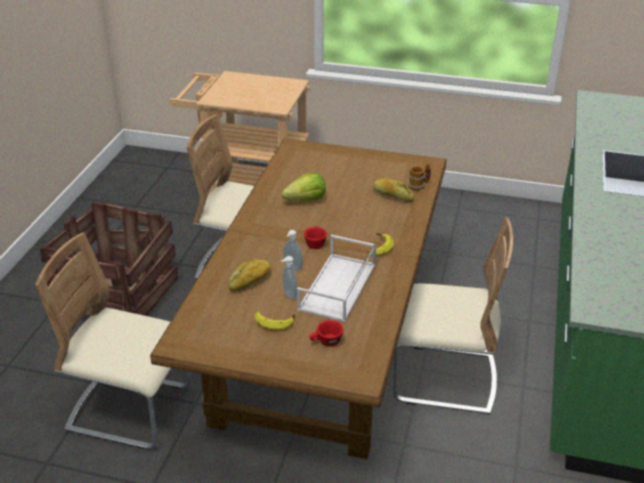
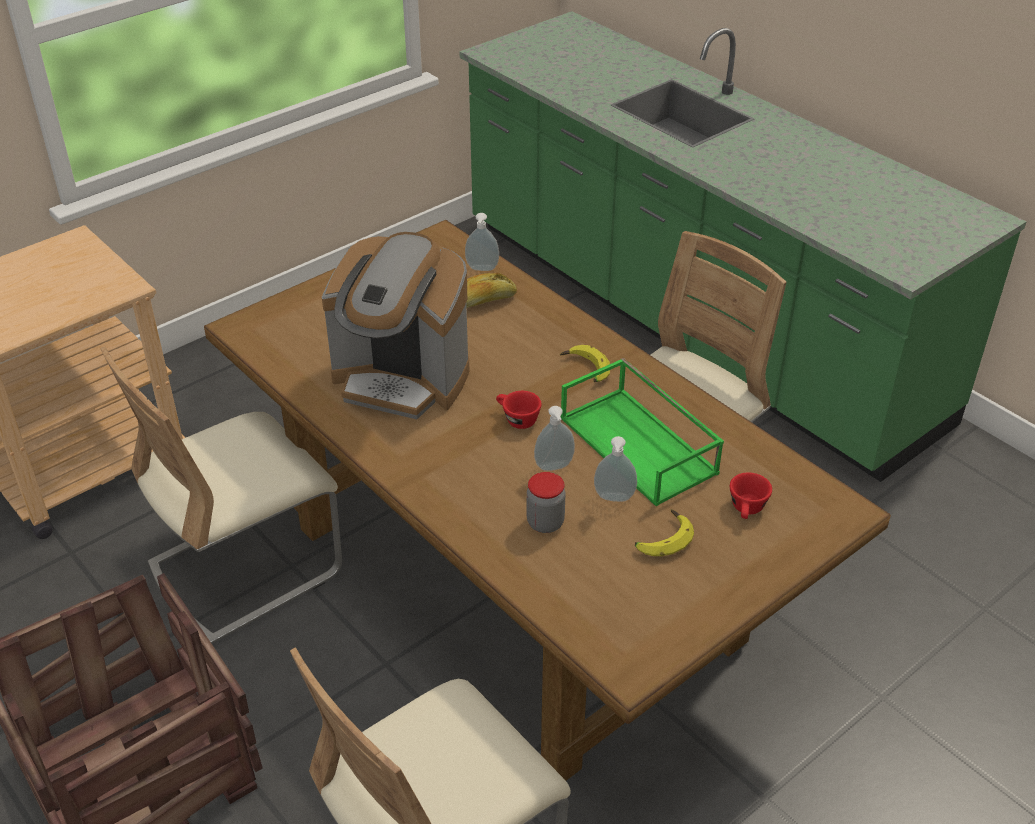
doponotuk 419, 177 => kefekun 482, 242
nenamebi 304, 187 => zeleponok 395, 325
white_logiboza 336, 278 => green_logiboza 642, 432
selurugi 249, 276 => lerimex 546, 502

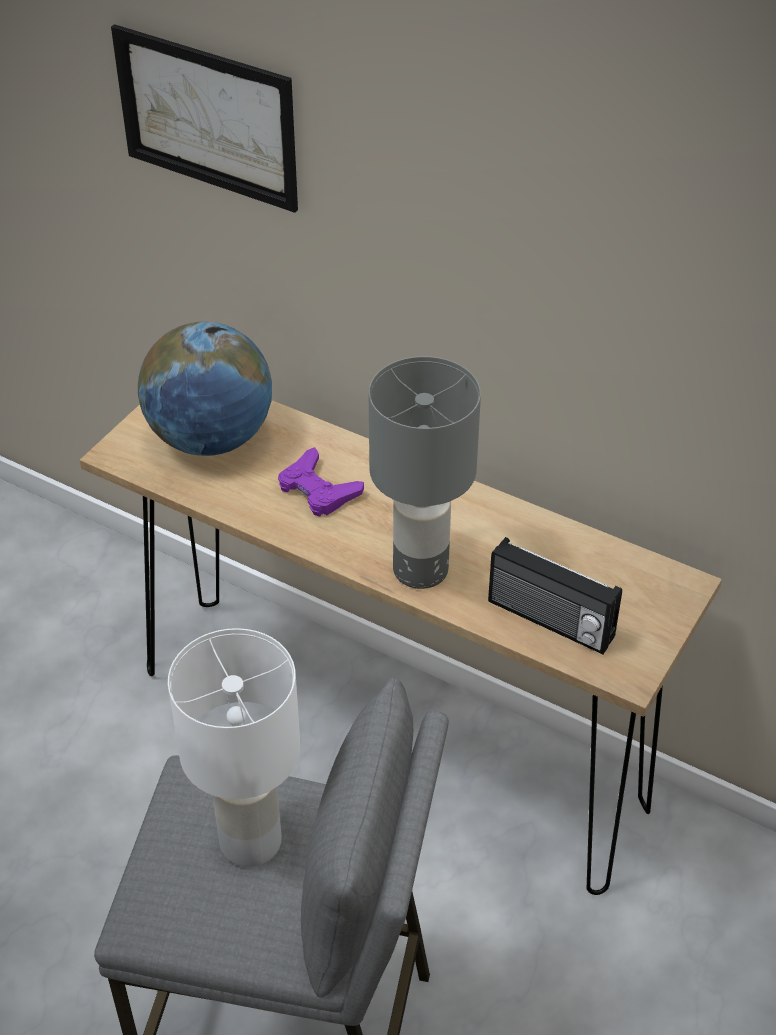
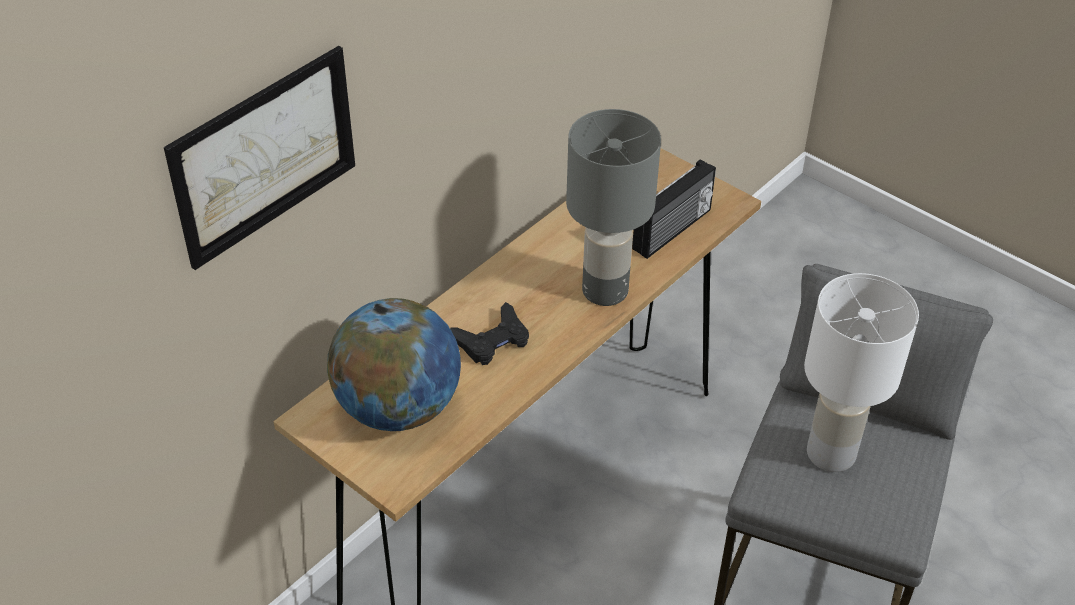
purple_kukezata 321, 482 => black_kukezata 489, 333

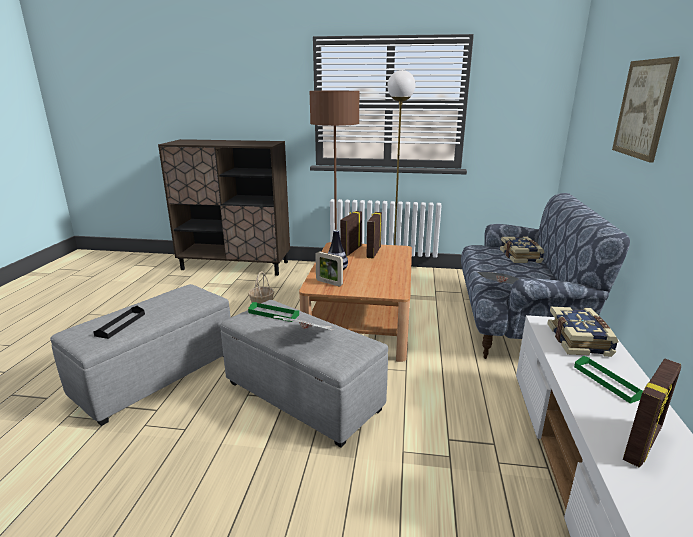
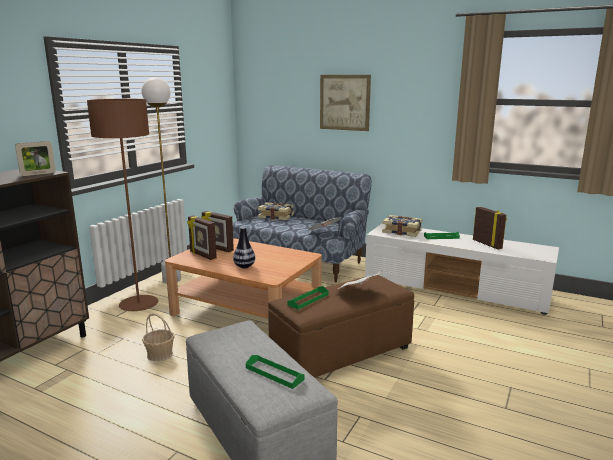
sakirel 329, 268 => sakirel 35, 158, move
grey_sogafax 304, 373 => brown_sogafax 341, 326
black_logiboza 119, 322 => green_logiboza 275, 372

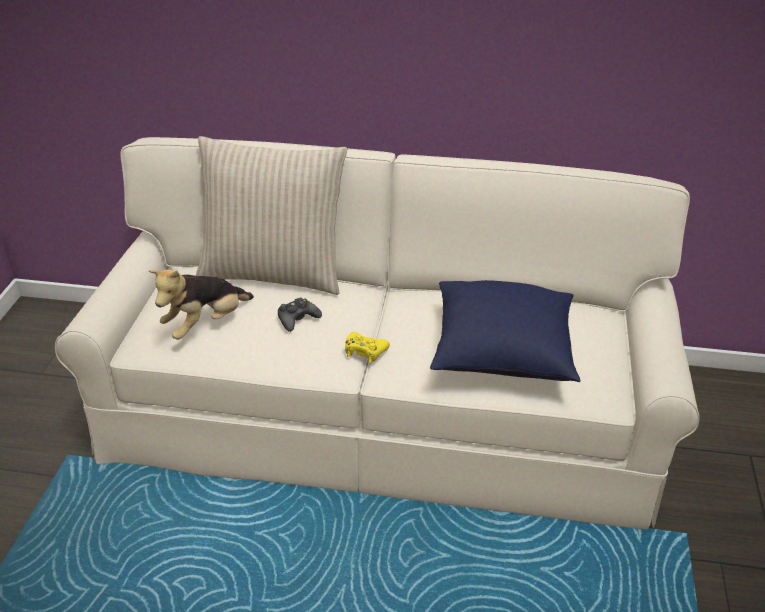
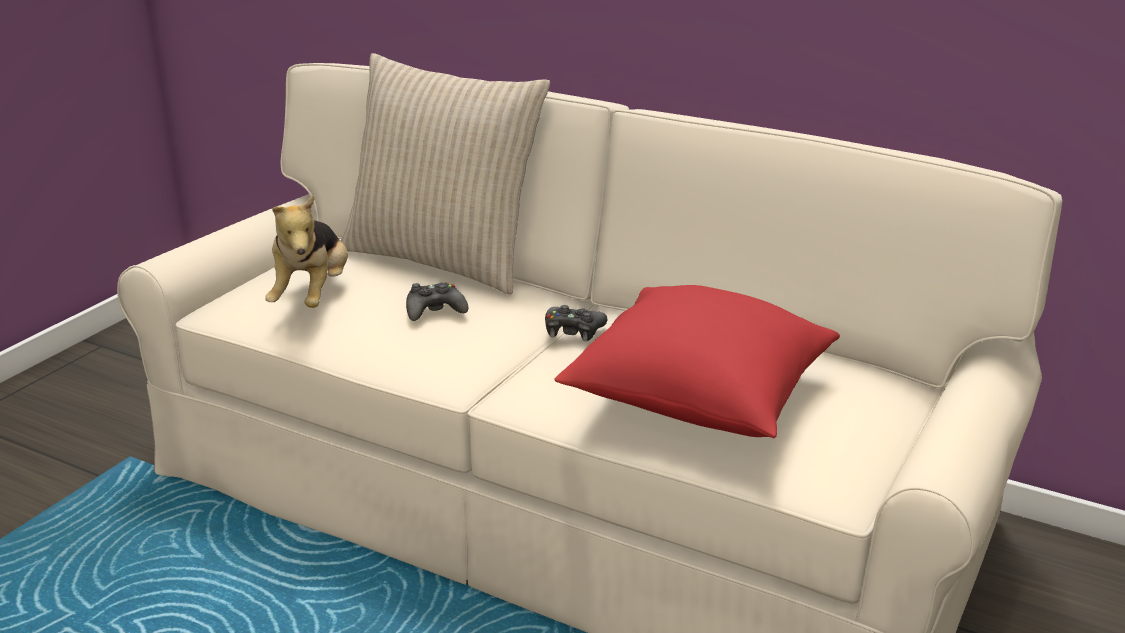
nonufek 201, 305 => nonufek 306, 251, 60 degrees counterclockwise
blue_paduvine 505, 331 => red_paduvine 697, 361
yellow_kukezata 367, 347 => nothing
nothing => black_kukezata 576, 323

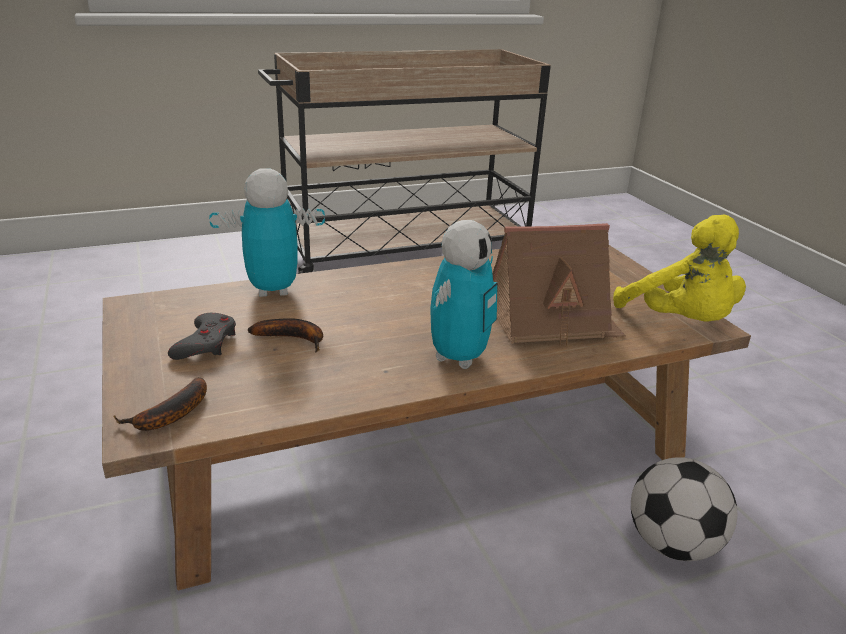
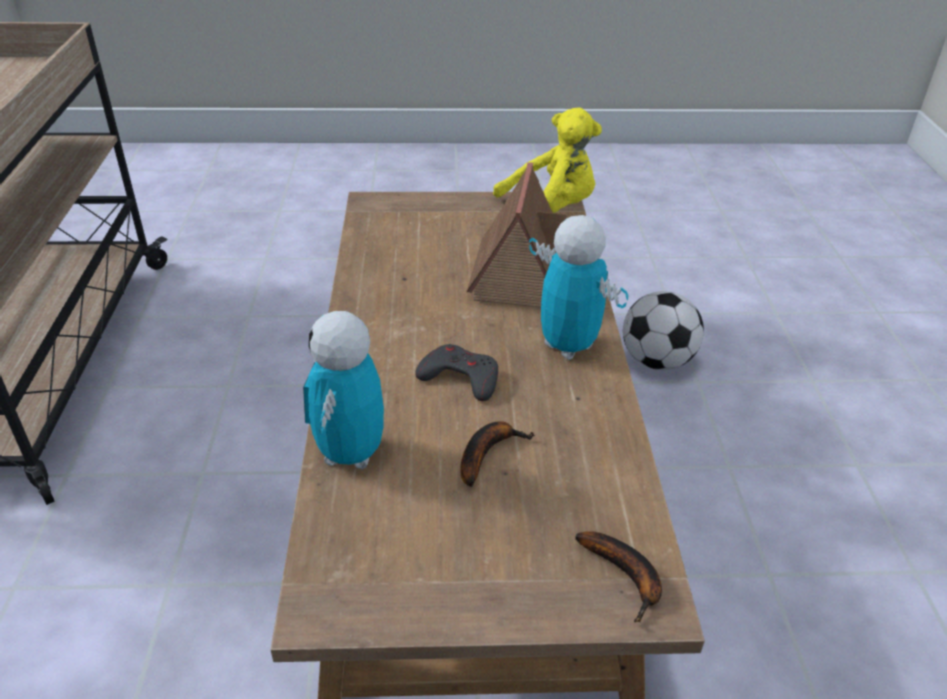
grey_kukezata 202, 336 => grey_kukezata 457, 372, move

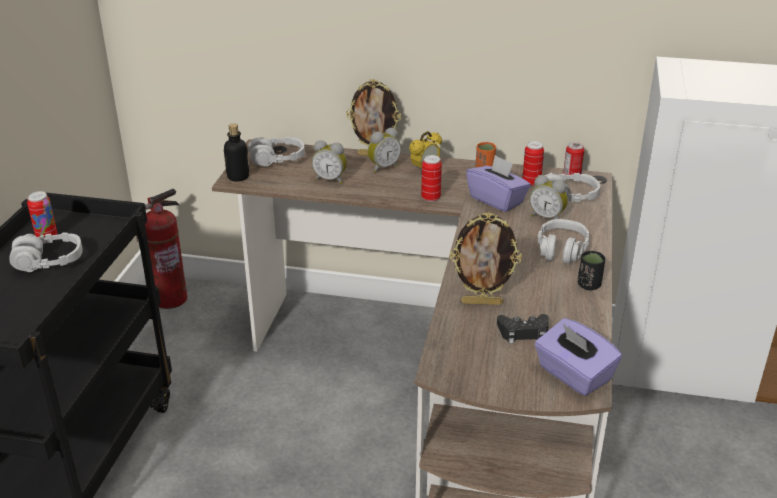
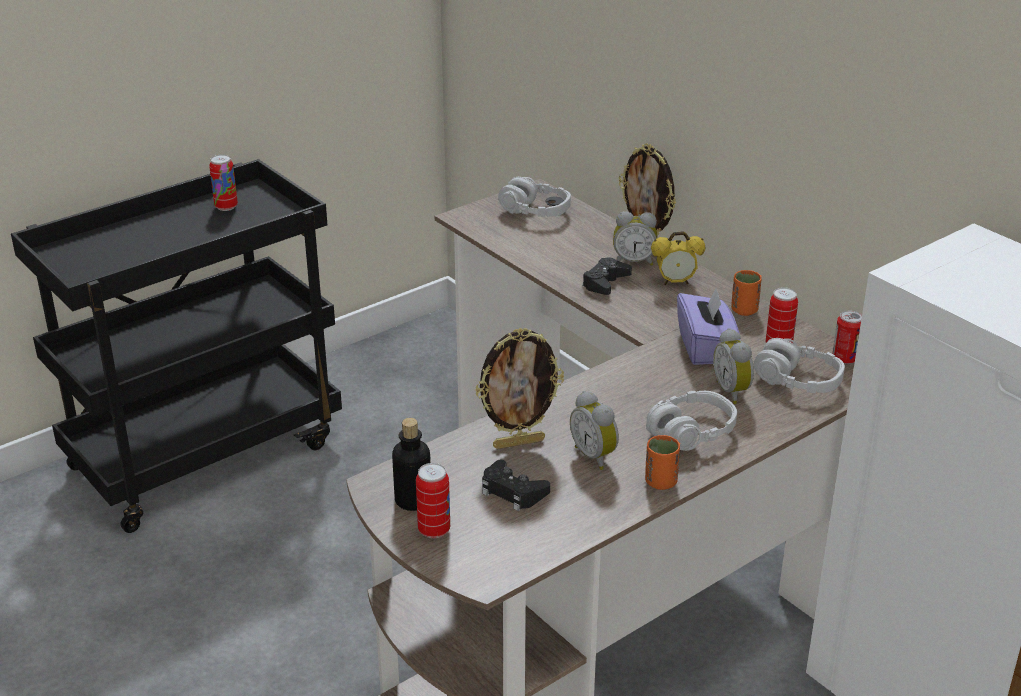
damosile 236, 152 => damosile 411, 464, move
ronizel 329, 162 => ronizel 594, 430, move
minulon 431, 178 => minulon 433, 500, move
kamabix 161, 249 => nothing
sakirel 486, 258 => sakirel 519, 388, 60 degrees counterclockwise
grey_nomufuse 46, 252 => nothing
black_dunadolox 591, 270 => orange_dunadolox 662, 462
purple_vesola 578, 357 => nothing
nothing => black_kukezata 607, 276

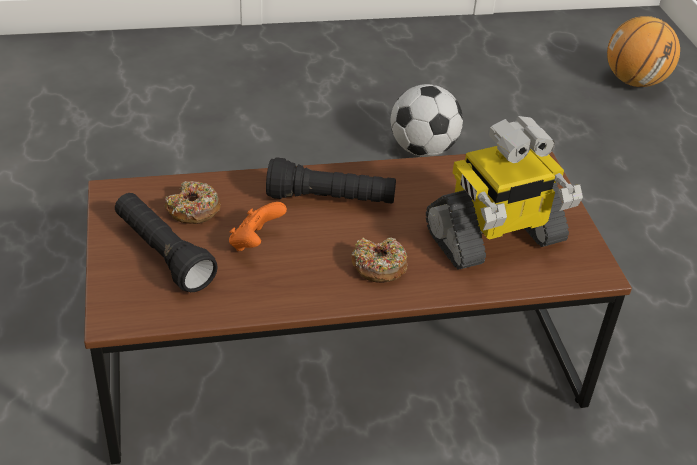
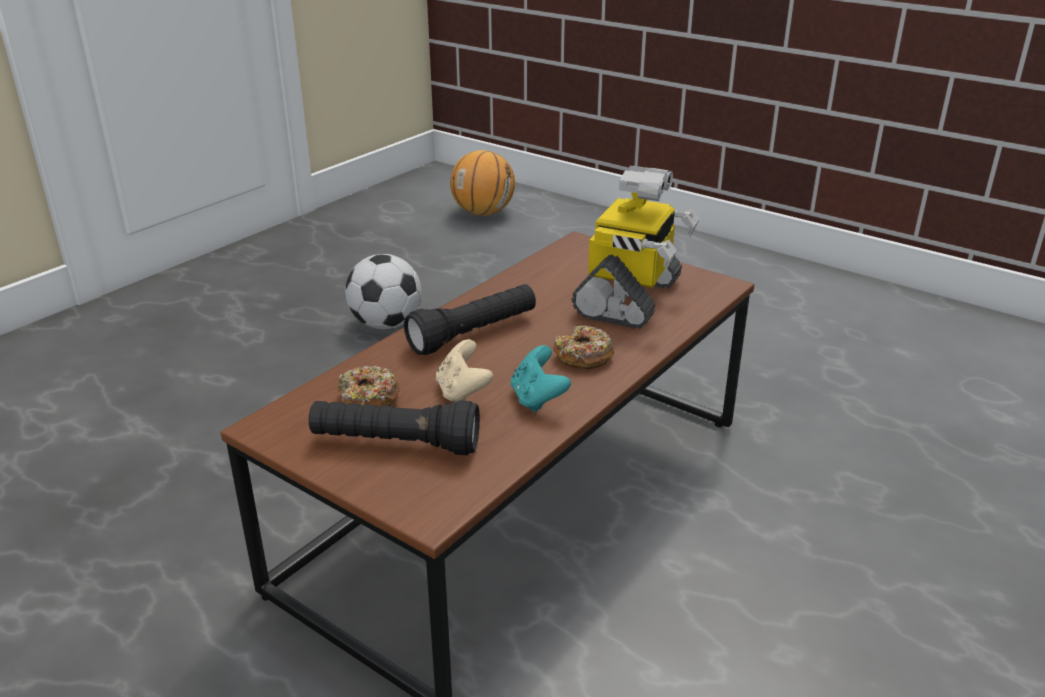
orange_kukezata 258, 226 => beige_kukezata 464, 370
nothing => turquoise_kukezata 541, 379

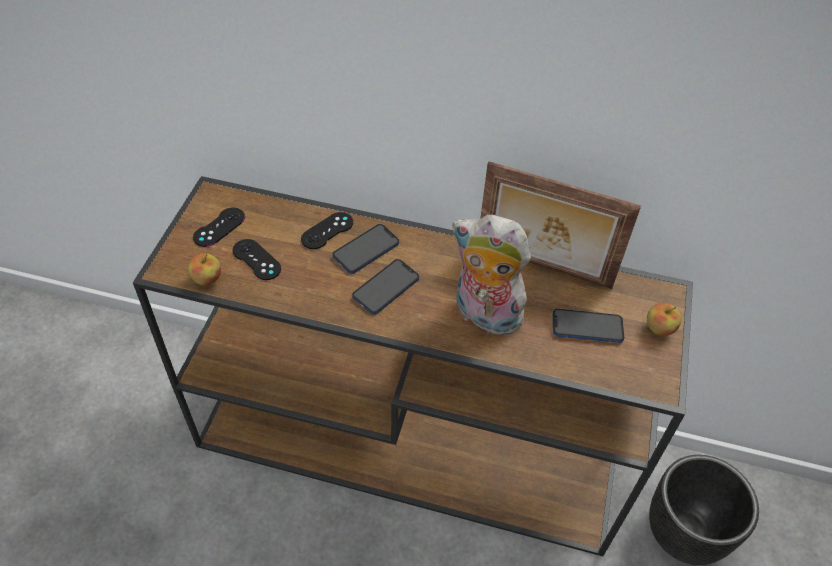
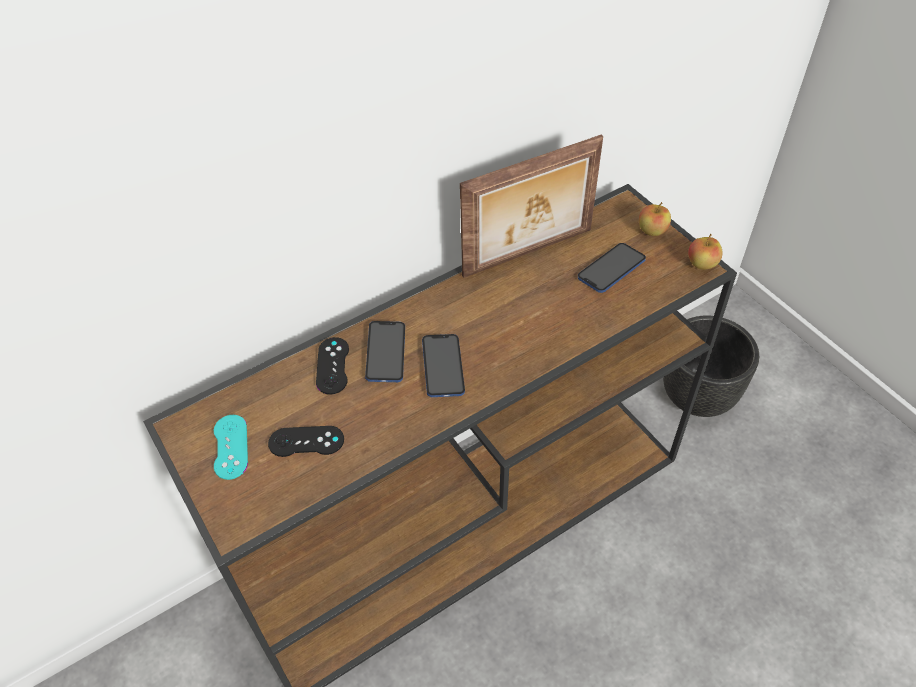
black_kukezata 219, 227 => turquoise_kukezata 231, 447
nonufek 492, 275 => nothing
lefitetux 204, 269 => lefitetux 705, 252, move

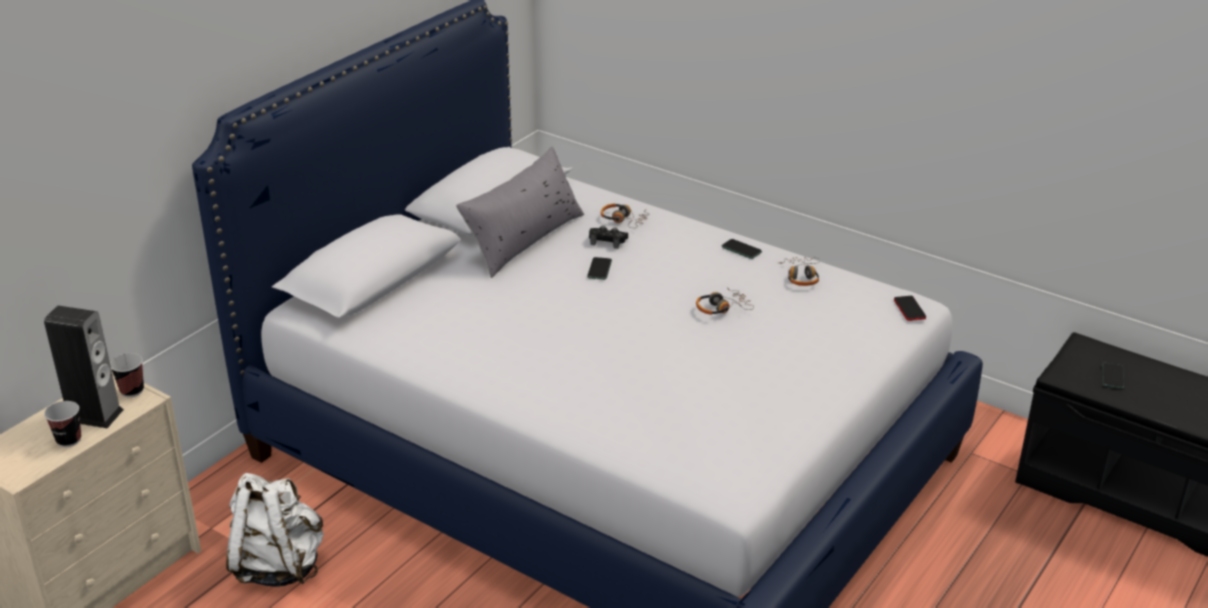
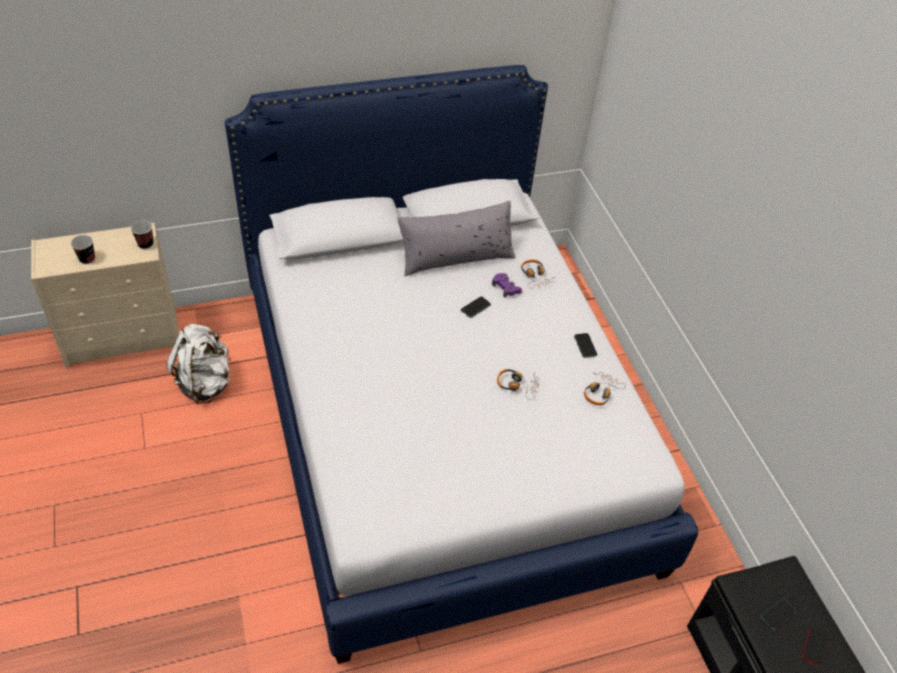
black_kukezata 608, 237 => purple_kukezata 507, 285
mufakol 910, 308 => mufakol 815, 647, move
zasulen 84, 367 => nothing

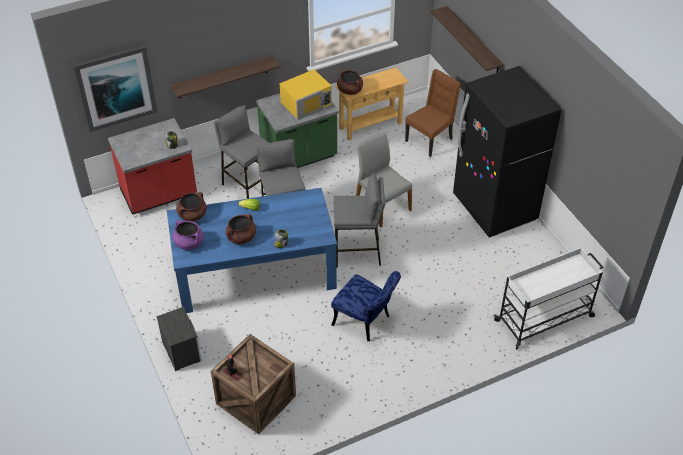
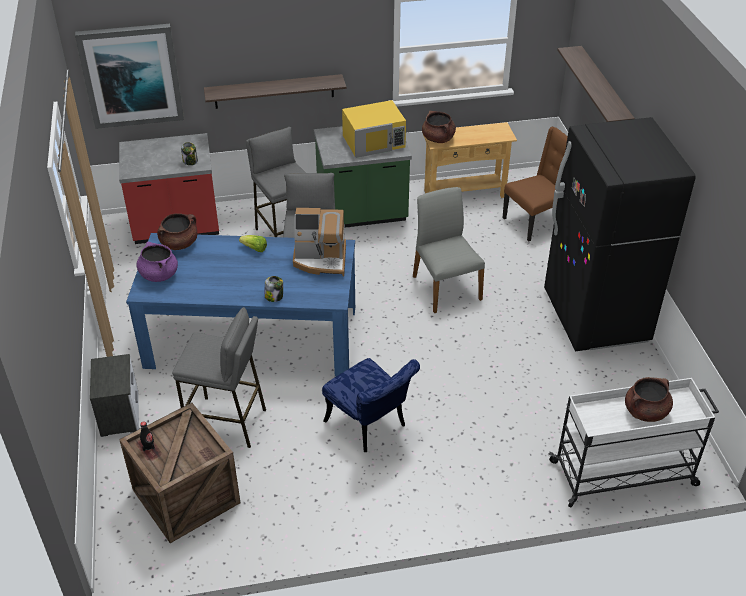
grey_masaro 359, 220 => grey_masaro 219, 377, move
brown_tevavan 241, 229 => brown_tevavan 649, 399, move
nothing => zeleponok 319, 242

